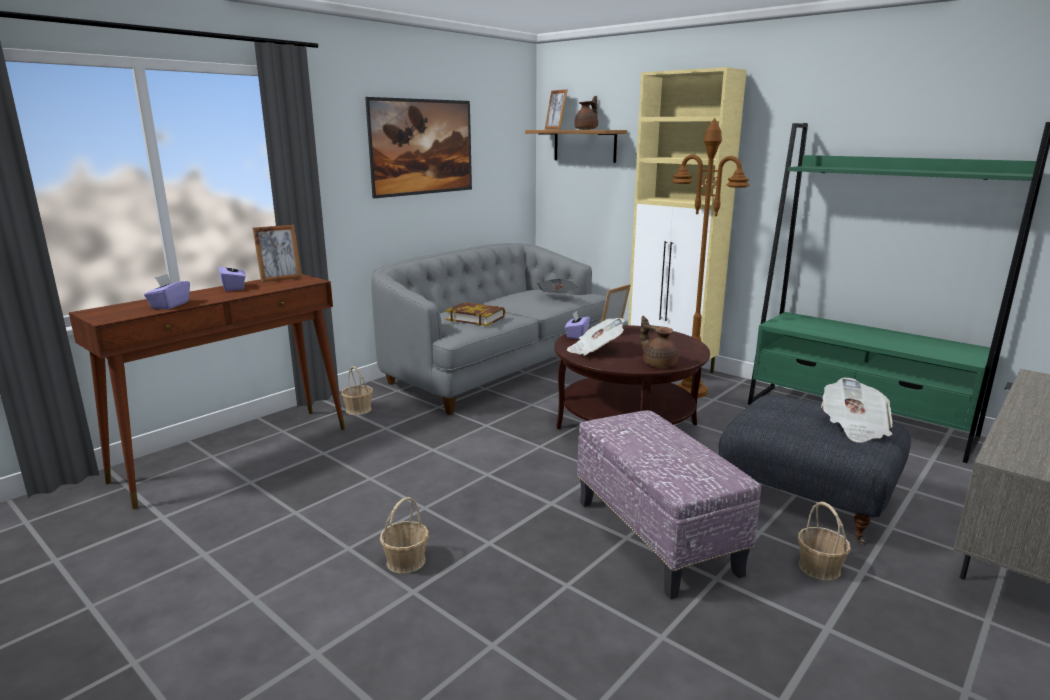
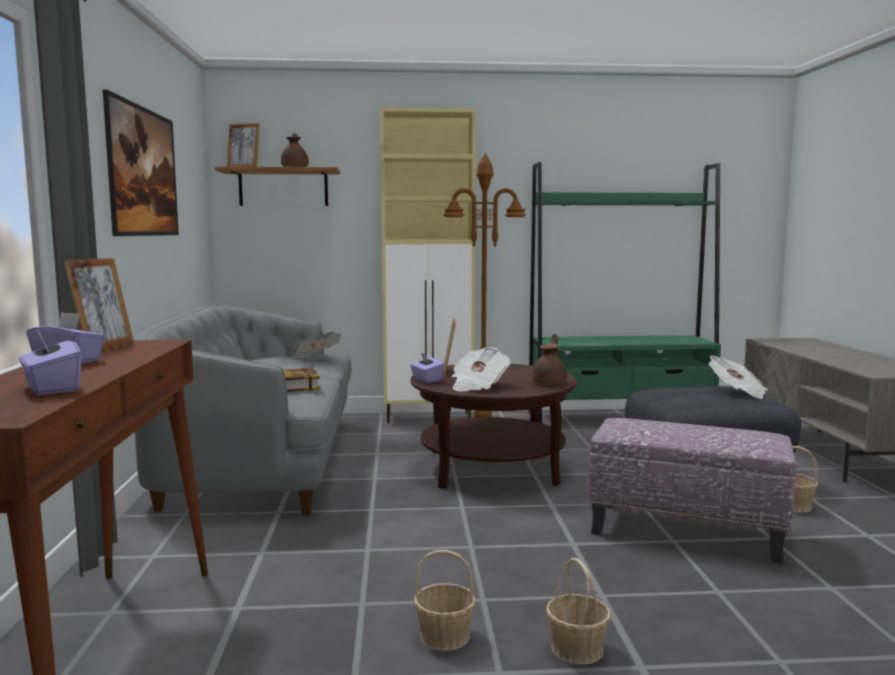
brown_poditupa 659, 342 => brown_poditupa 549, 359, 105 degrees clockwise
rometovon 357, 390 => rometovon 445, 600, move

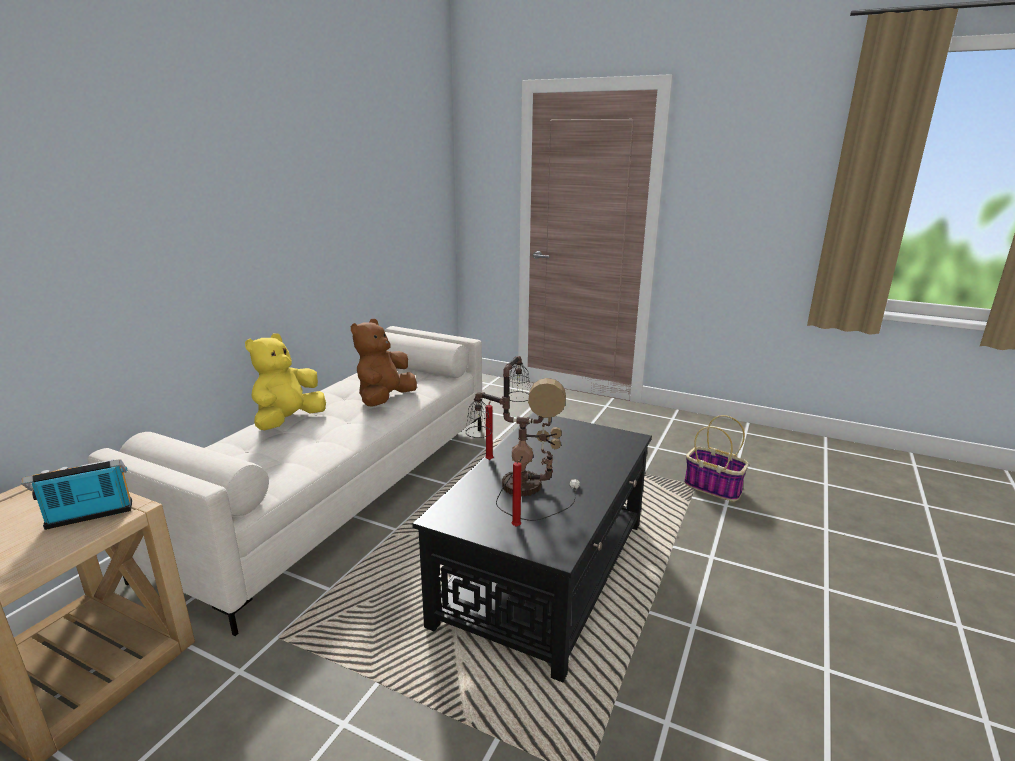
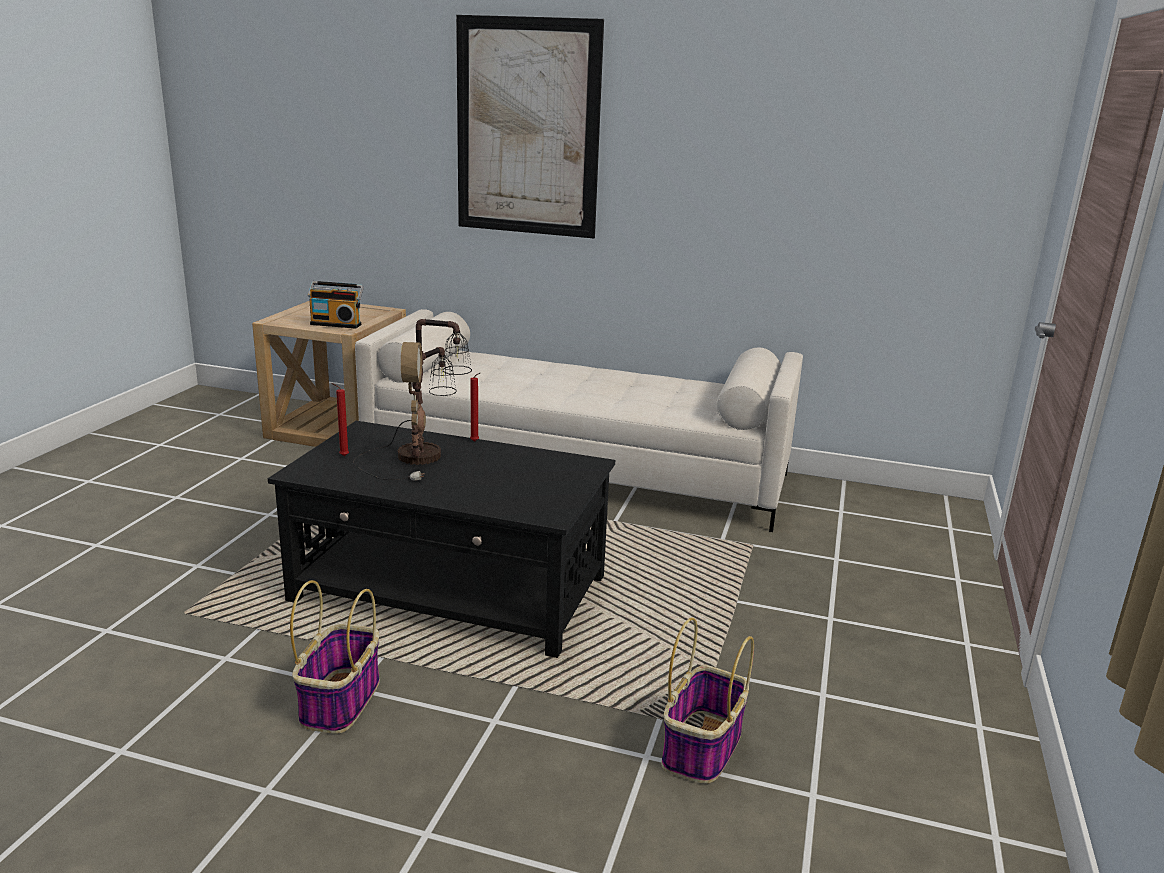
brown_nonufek 384, 363 => nothing
yellow_nonufek 285, 382 => nothing
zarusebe 76, 494 => zarusebe 336, 305, 135 degrees clockwise
nothing => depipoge 530, 126
nothing => rometovon 335, 657

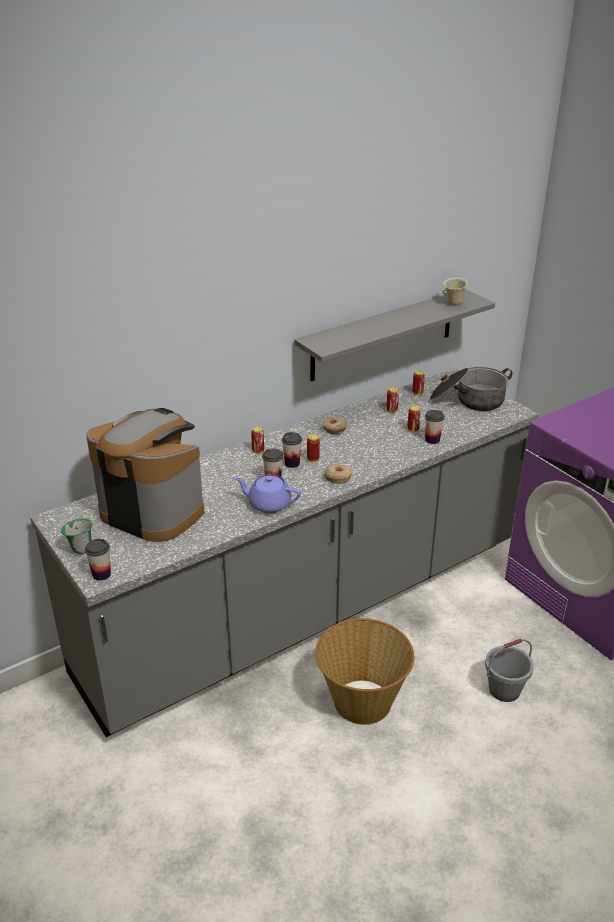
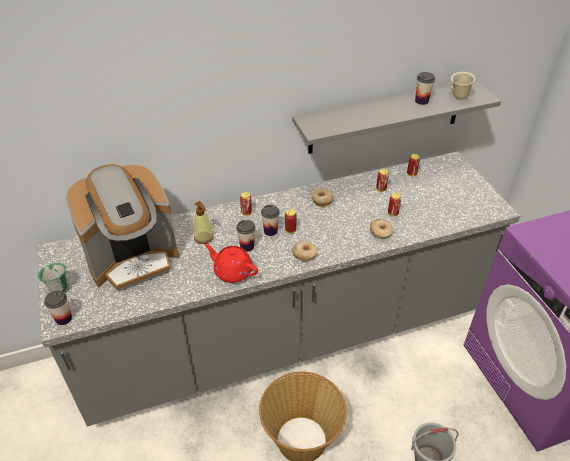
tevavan 471, 389 => nothing
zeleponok 145, 475 => zeleponok 122, 228, 105 degrees clockwise
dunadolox 435, 427 => dunadolox 425, 88, move
purple_poditupa 267, 493 => red_poditupa 231, 263
nothing => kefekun 203, 222
nothing => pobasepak 381, 229

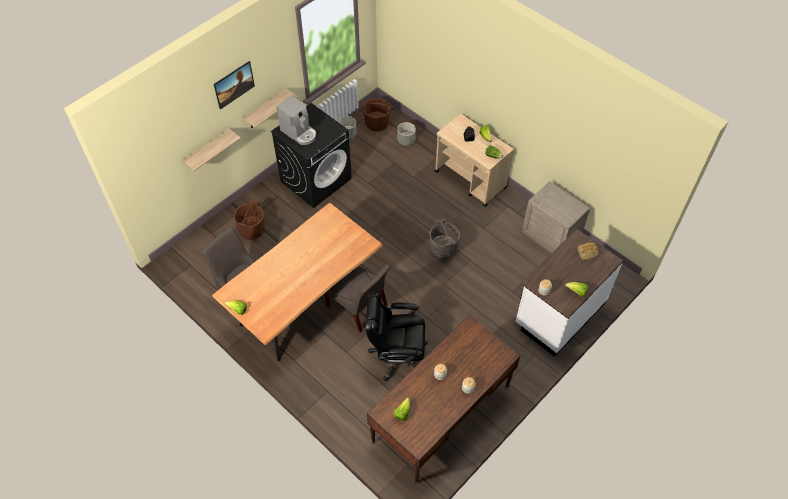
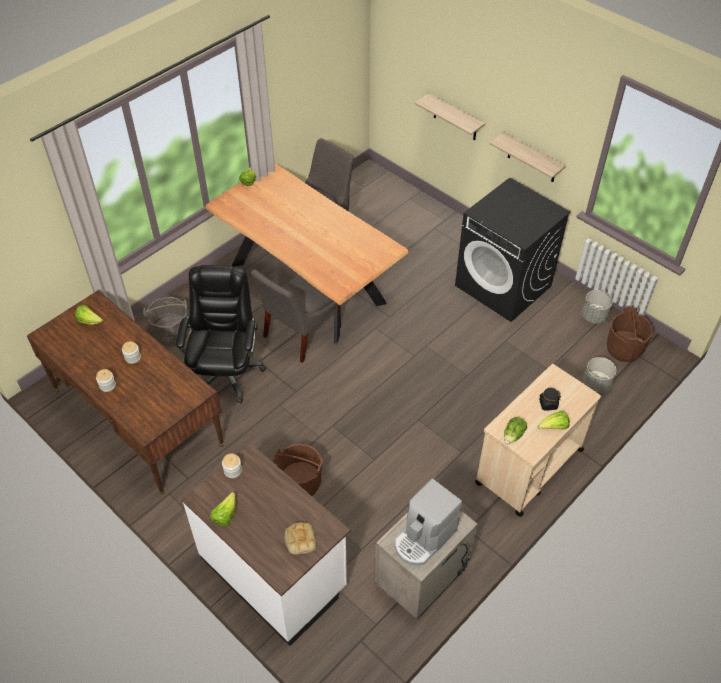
depipoge 234, 85 => nothing
zeleponok 296, 120 => zeleponok 428, 522, move
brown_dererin 249, 220 => brown_dererin 298, 469, move
grey_dererin 445, 239 => grey_dererin 166, 321, move

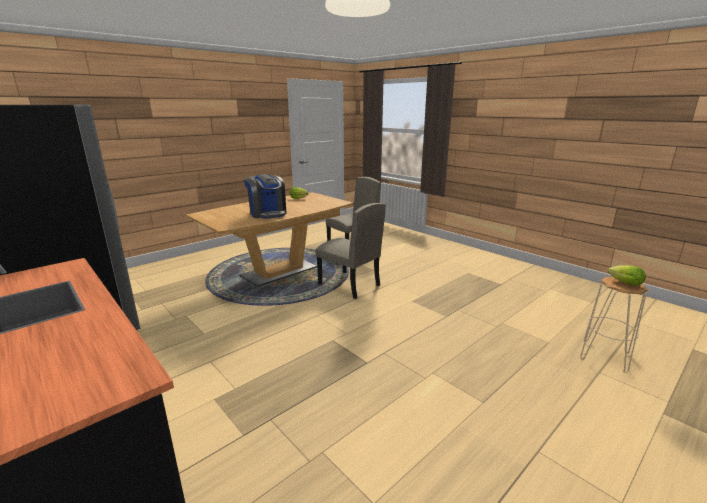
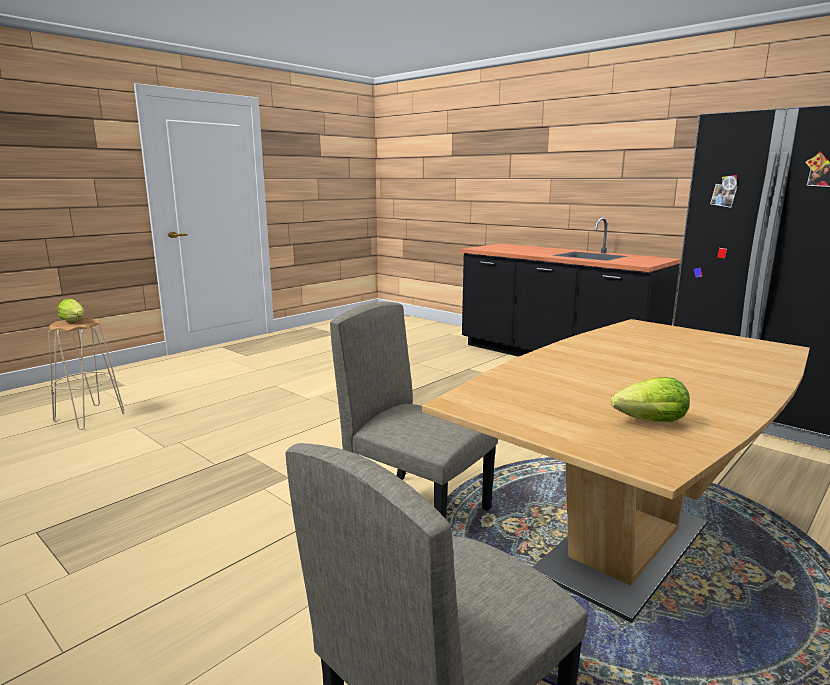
zeleponok 265, 196 => nothing

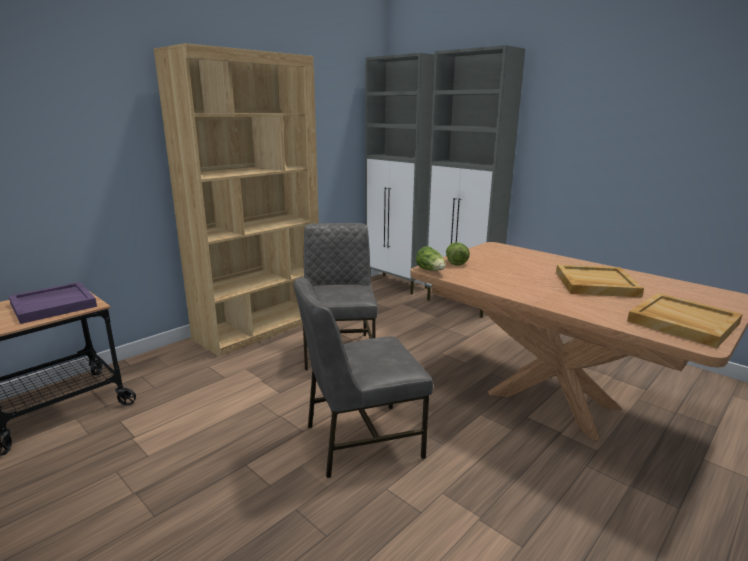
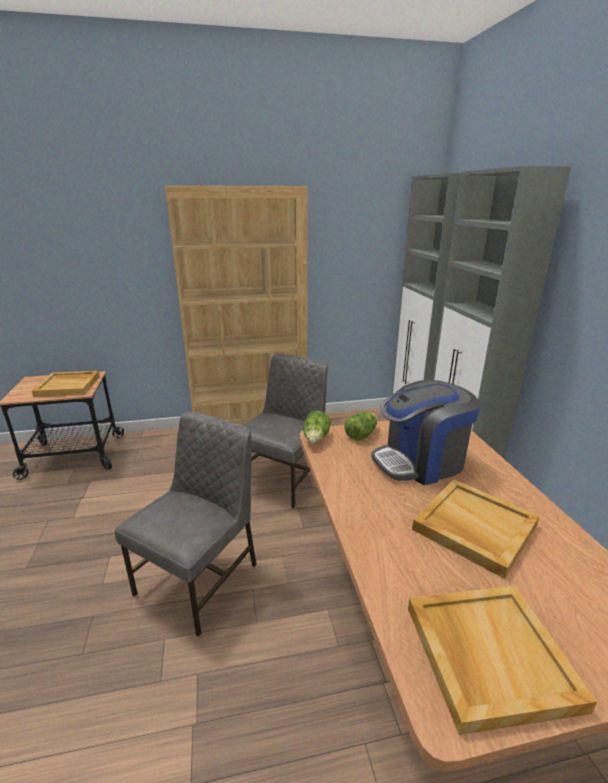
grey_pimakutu 363, 377 => grey_pimakutu 186, 524, 105 degrees clockwise
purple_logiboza 53, 303 => beige_logiboza 66, 384
nothing => zeleponok 426, 432

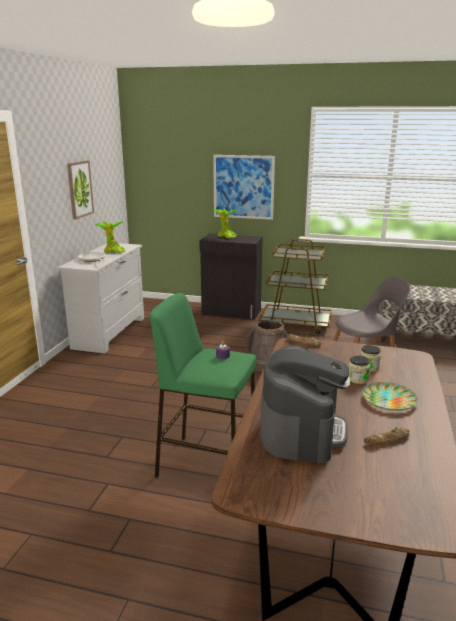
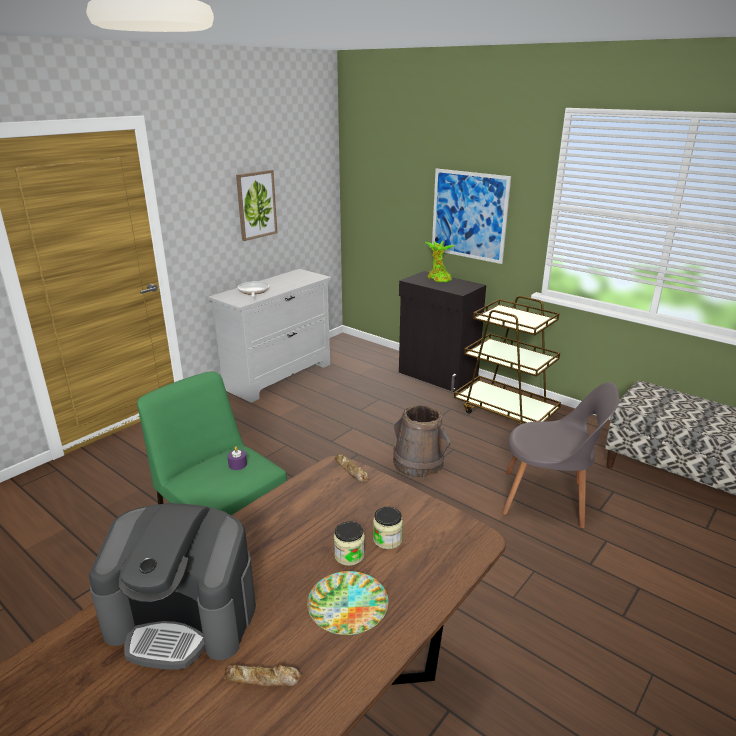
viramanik 110, 237 => nothing
zeleponok 305, 404 => zeleponok 172, 586, 60 degrees clockwise

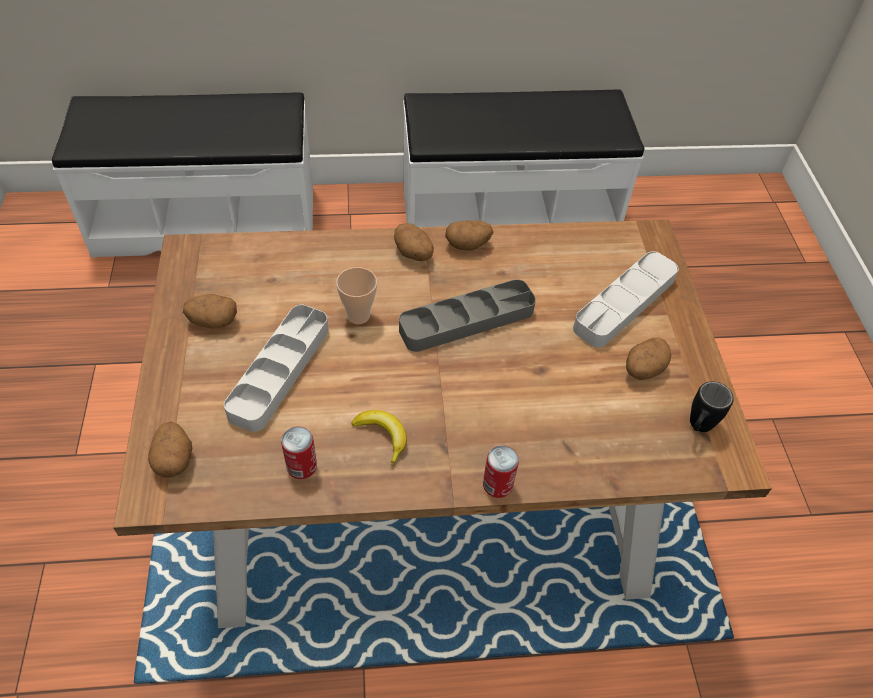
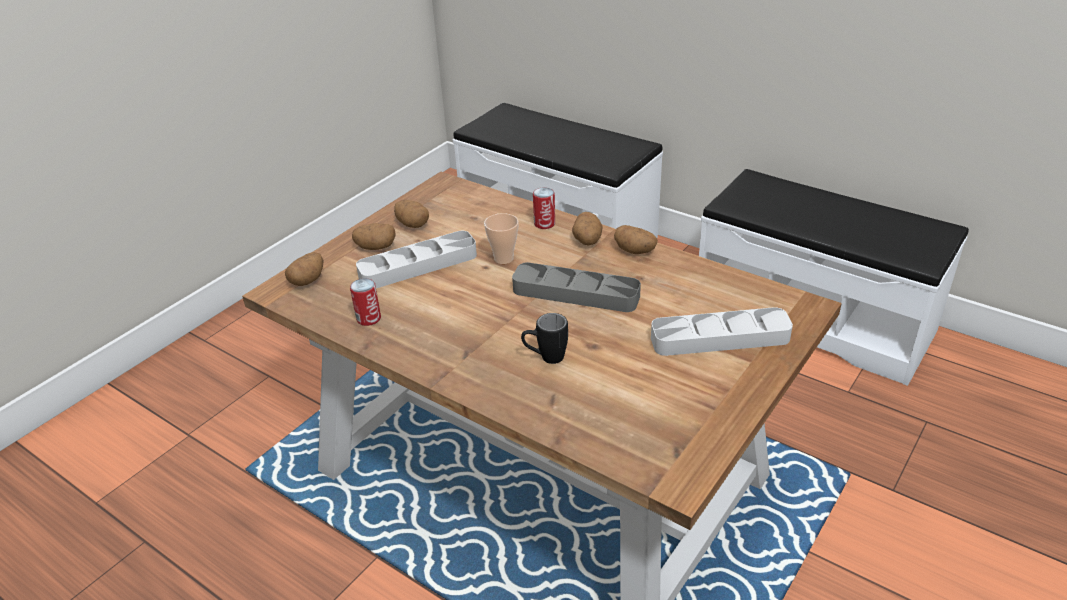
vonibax 648, 358 => vonibax 374, 236, move
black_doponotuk 711, 406 => black_doponotuk 544, 338, move
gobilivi 379, 438 => nothing
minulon 501, 471 => minulon 544, 208, move

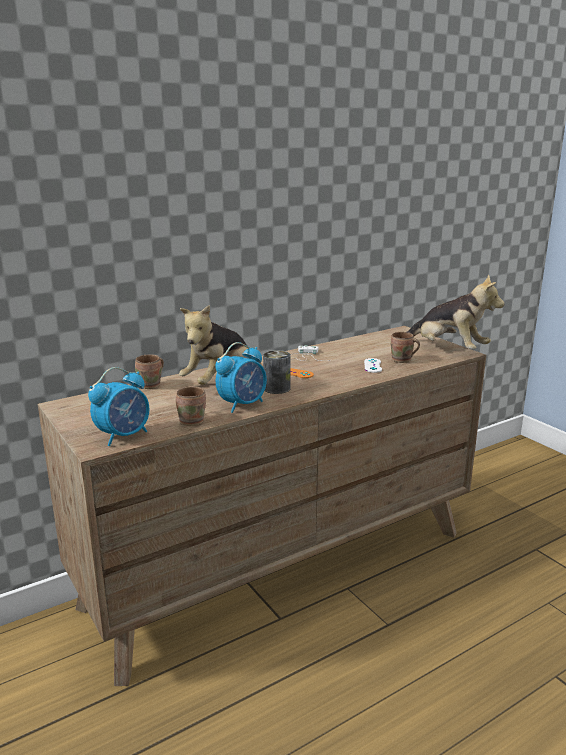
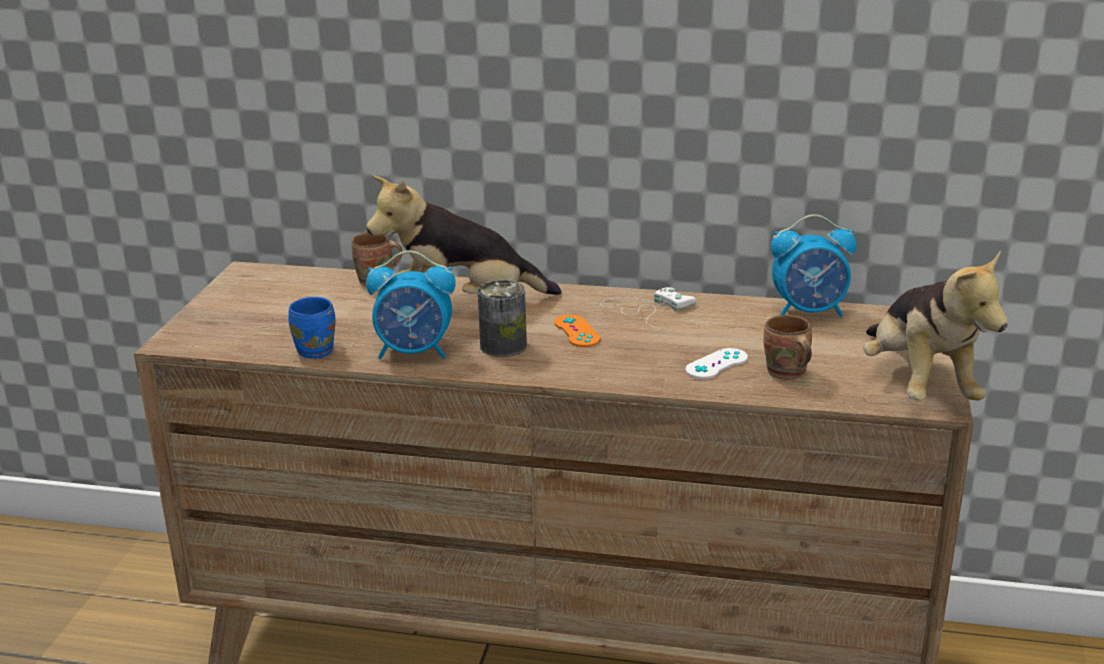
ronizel 118, 406 => ronizel 813, 265, move
brown_doponotuk 191, 406 => blue_doponotuk 312, 328

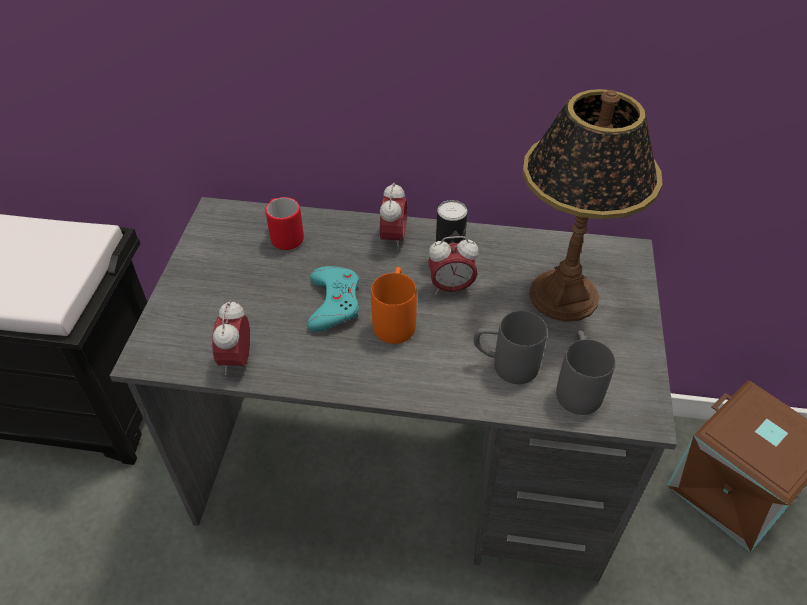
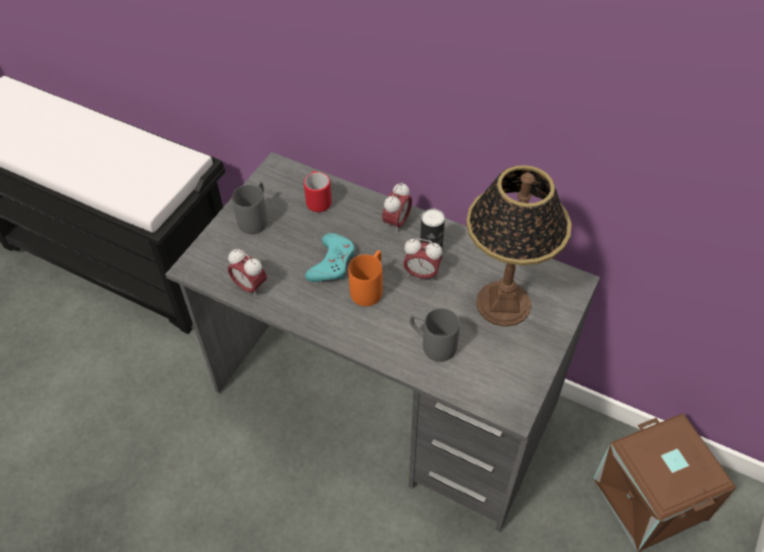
ronizel 231, 337 => ronizel 247, 273, 75 degrees counterclockwise
grey_doponotuk 585, 373 => grey_doponotuk 250, 207, move

